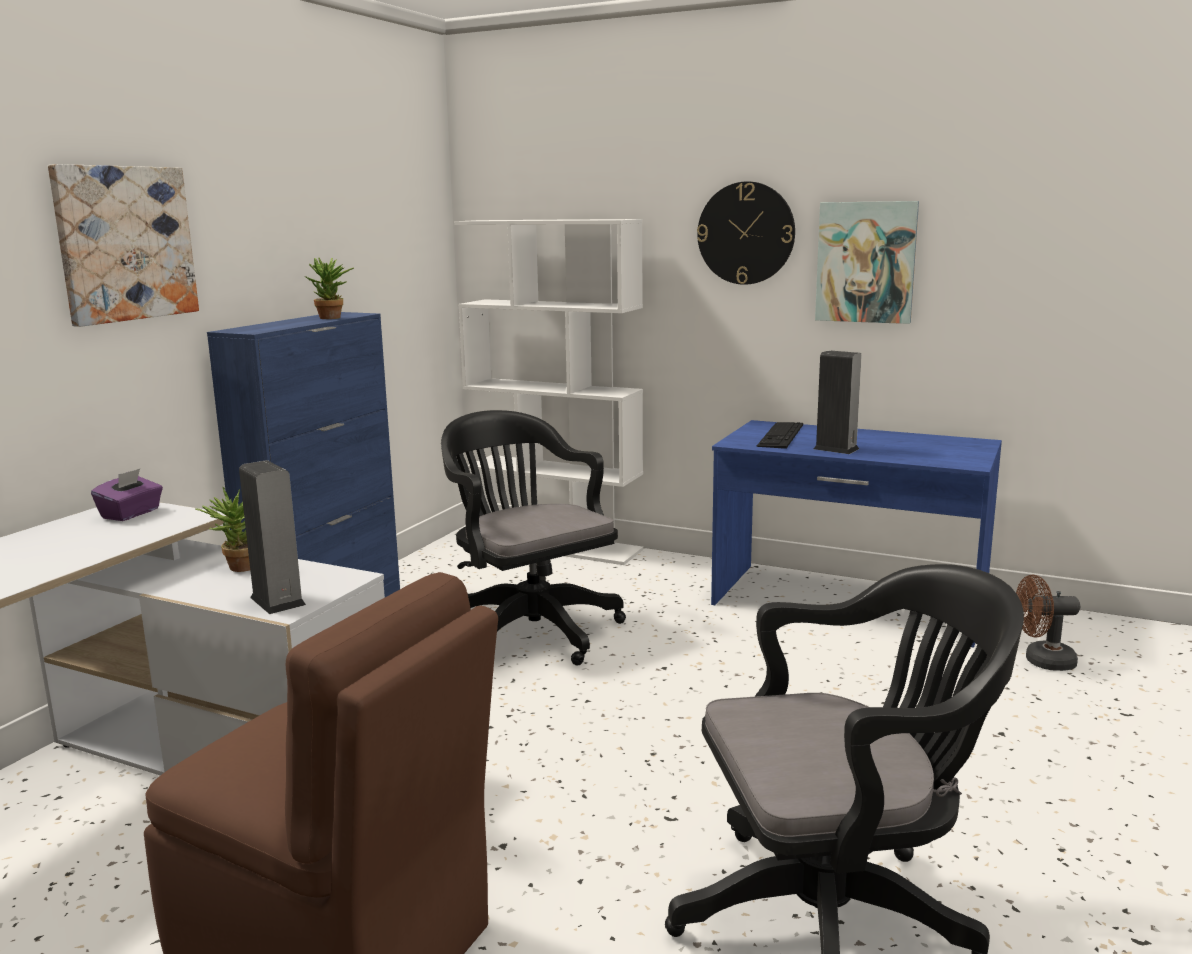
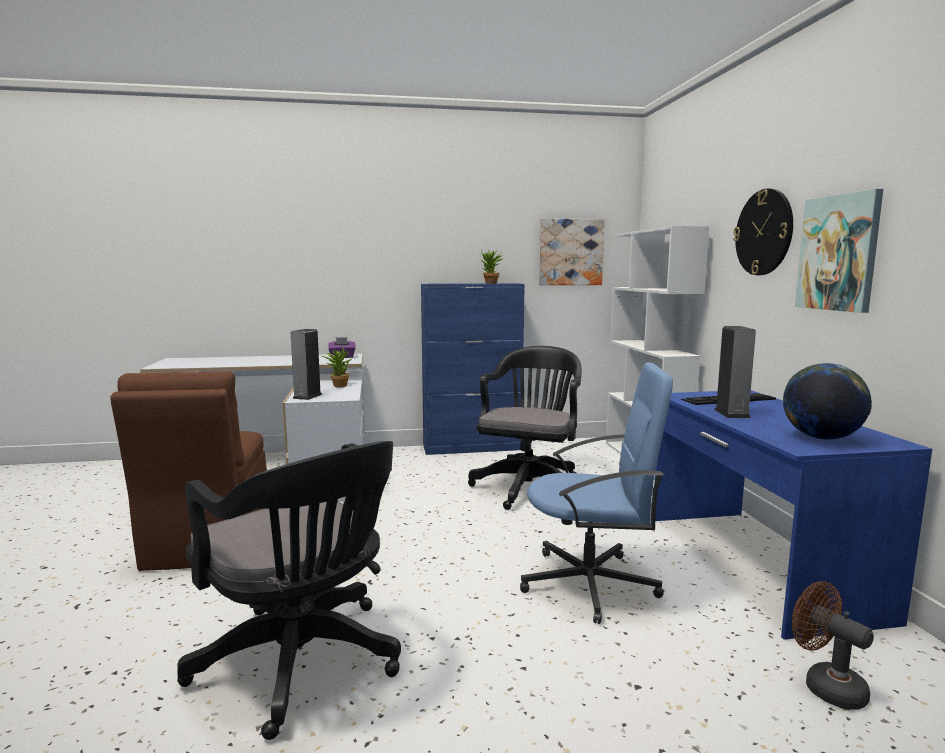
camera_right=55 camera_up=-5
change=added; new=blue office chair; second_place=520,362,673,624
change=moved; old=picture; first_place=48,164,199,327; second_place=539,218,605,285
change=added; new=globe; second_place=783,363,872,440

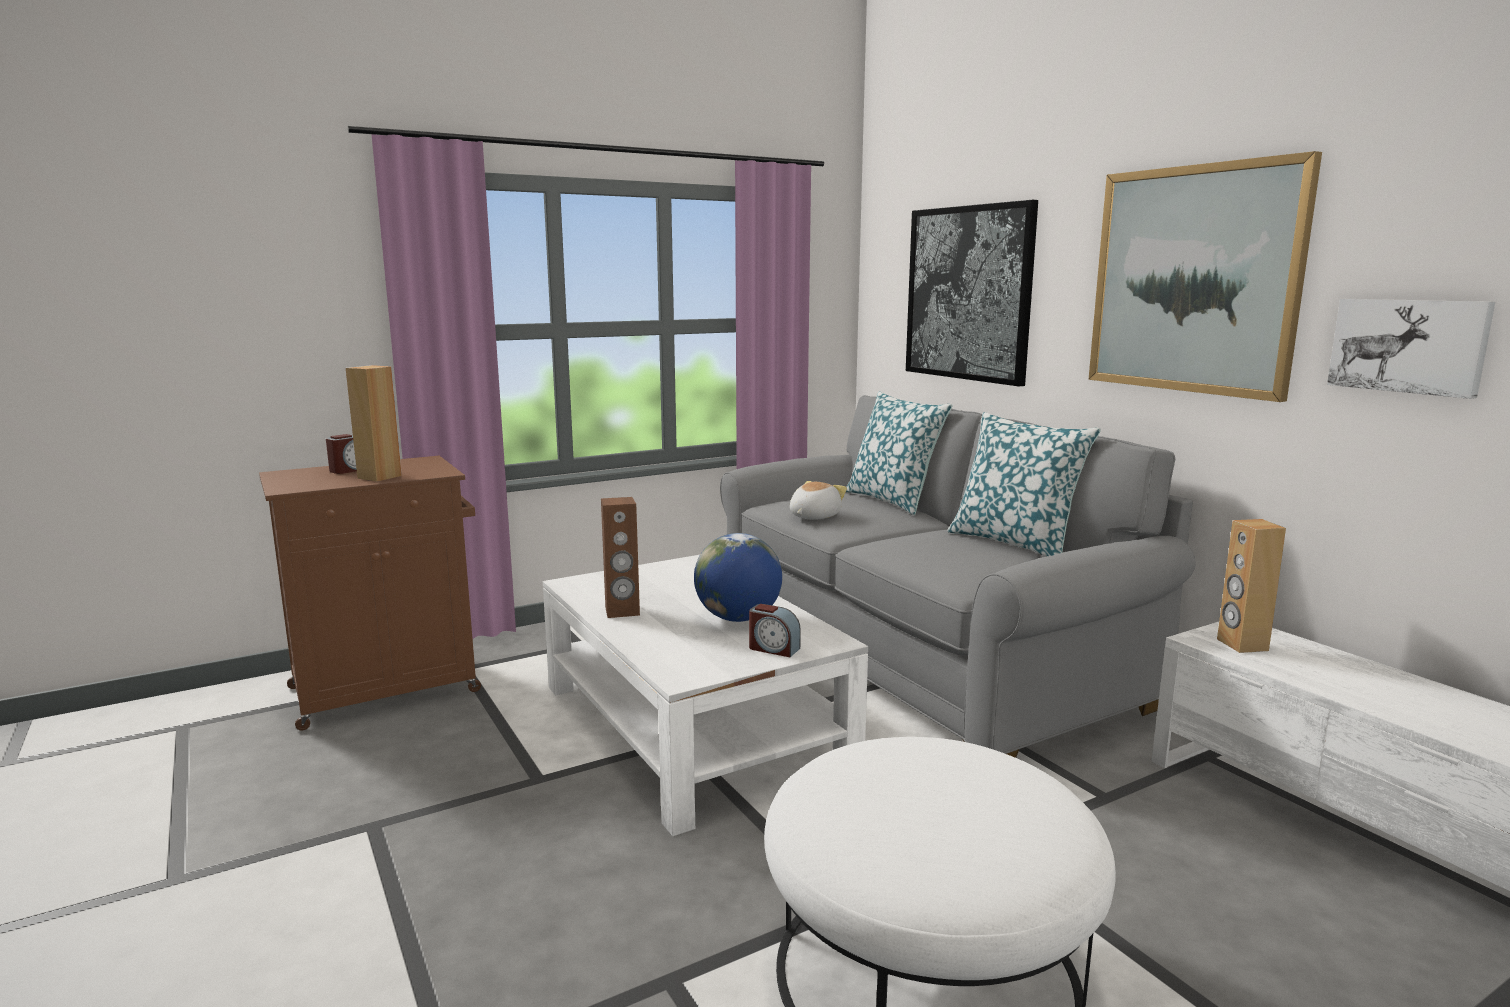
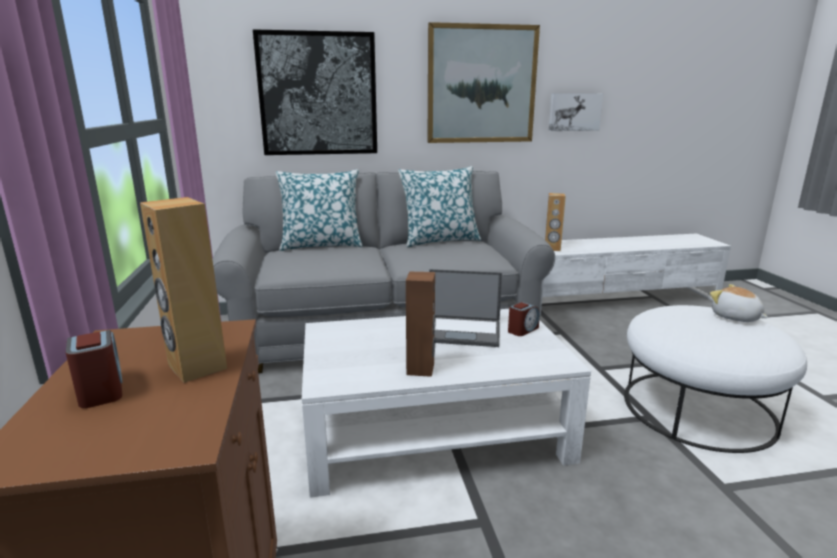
camera_right=-70 camera_up=5
change=replaced; old=globe; new=laptop; first_place=694,533,782,622; second_place=429,269,502,347
change=moved; old=plush toy; first_place=790,481,847,520; second_place=710,284,769,322

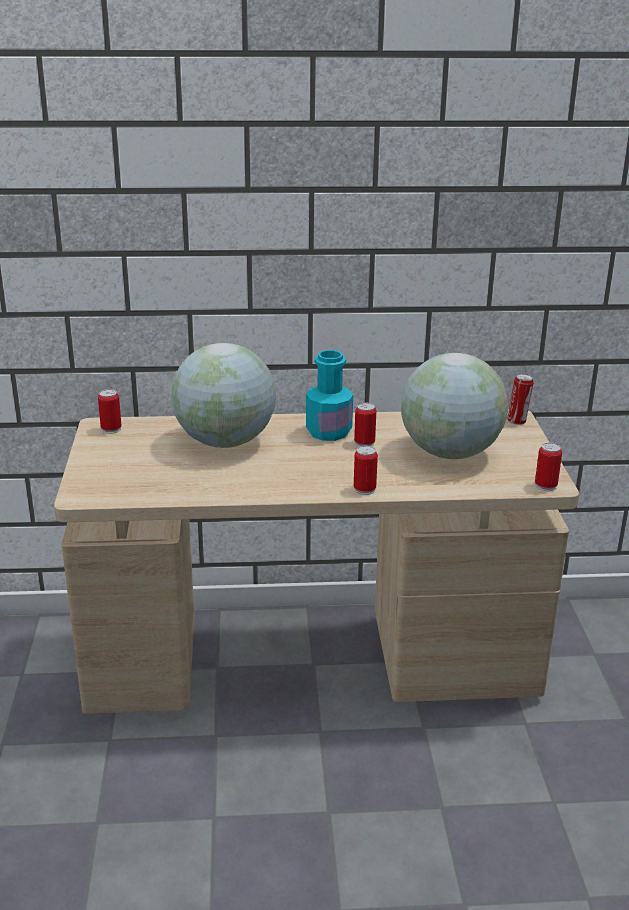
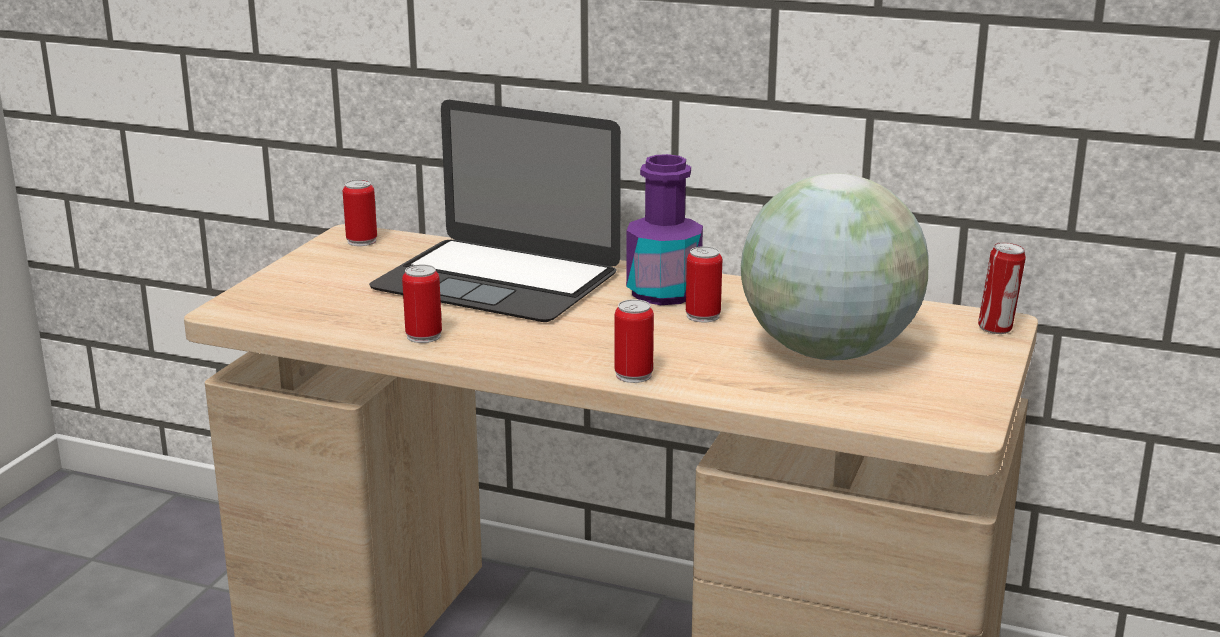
camera_right=25 camera_up=-5
change=replaced; old=globe; new=laptop; first_place=171,343,276,448; second_place=369,100,621,322
change=moved; old=can; first_place=535,443,562,491; second_place=402,264,442,343
change=recoloured; old=turquoise bottle; new=purple bottle; first_place=306,350,353,441; second_place=626,154,703,305

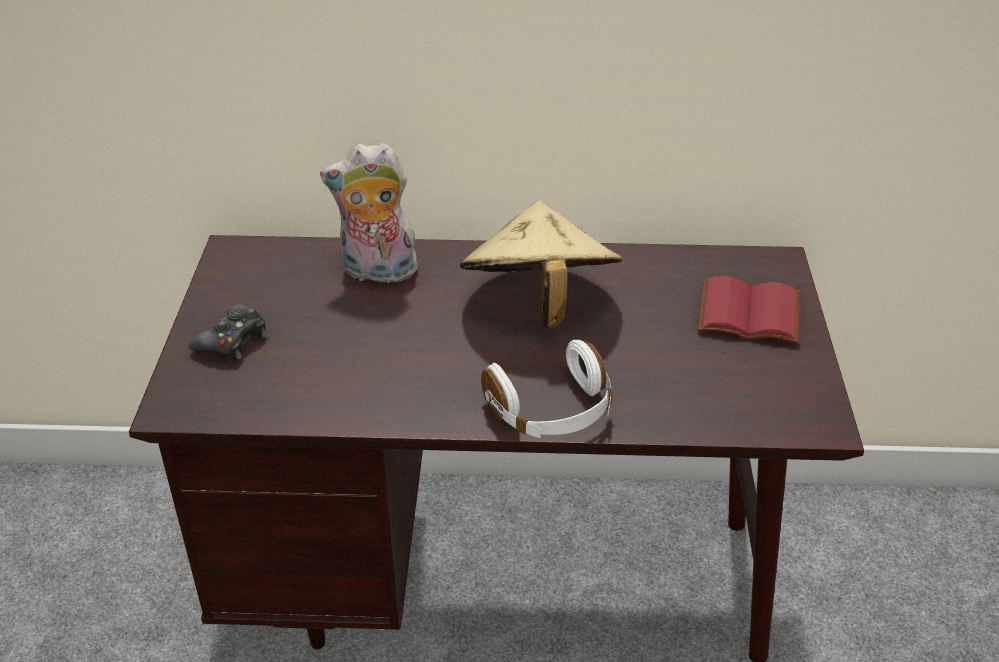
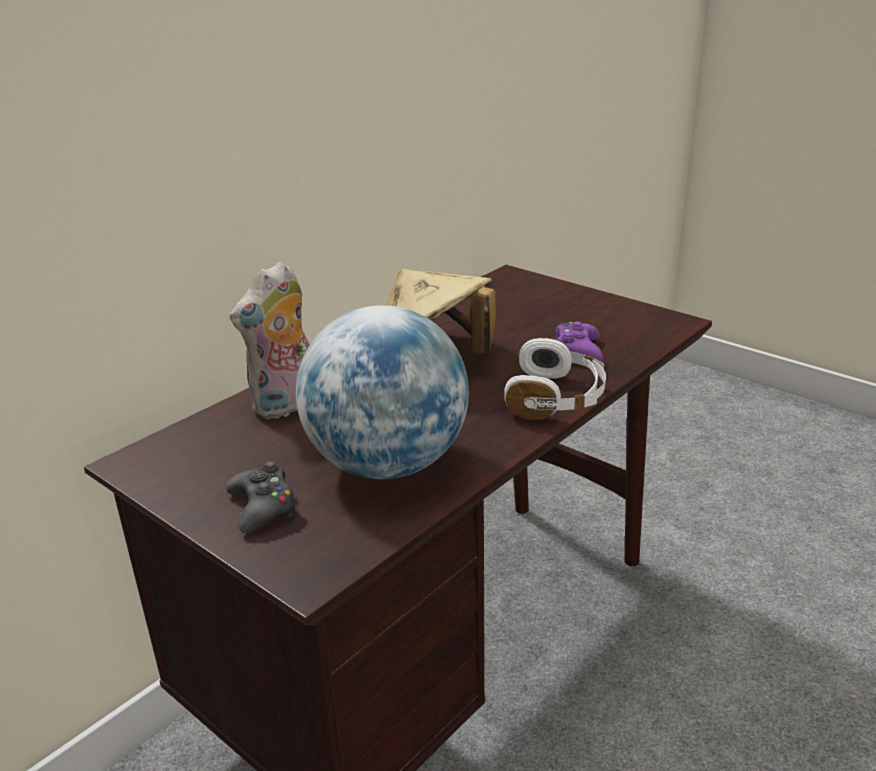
camera_right=-50 camera_up=-10
change=added; new=globe; second_place=296,305,469,479
change=added; new=purple game controller; second_place=555,322,603,362
change=removed; old=red book; first_place=698,276,800,344

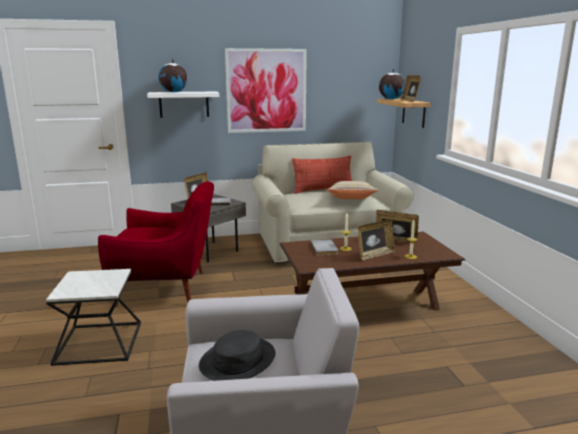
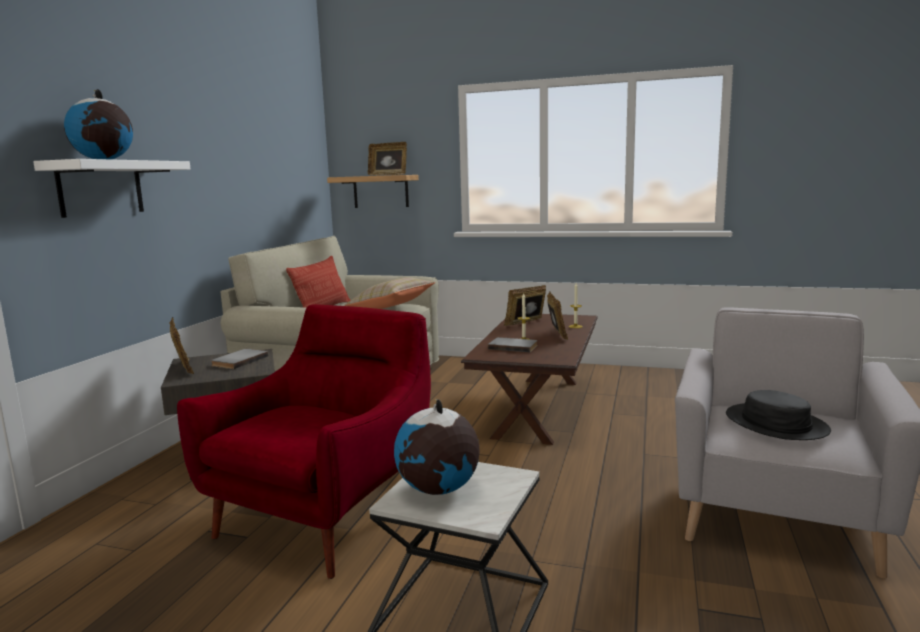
camera_right=-60 camera_up=-5
change=moved; old=globe; first_place=379,69,405,99; second_place=394,399,480,495
change=removed; old=picture; first_place=225,48,307,133

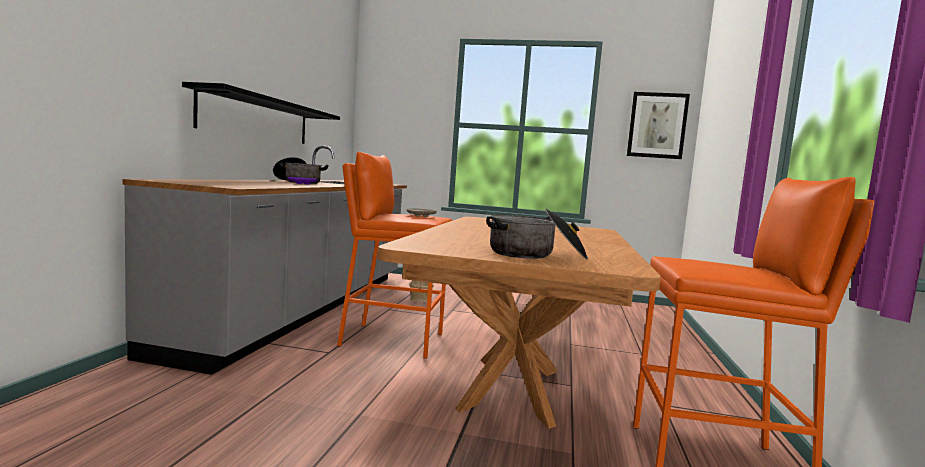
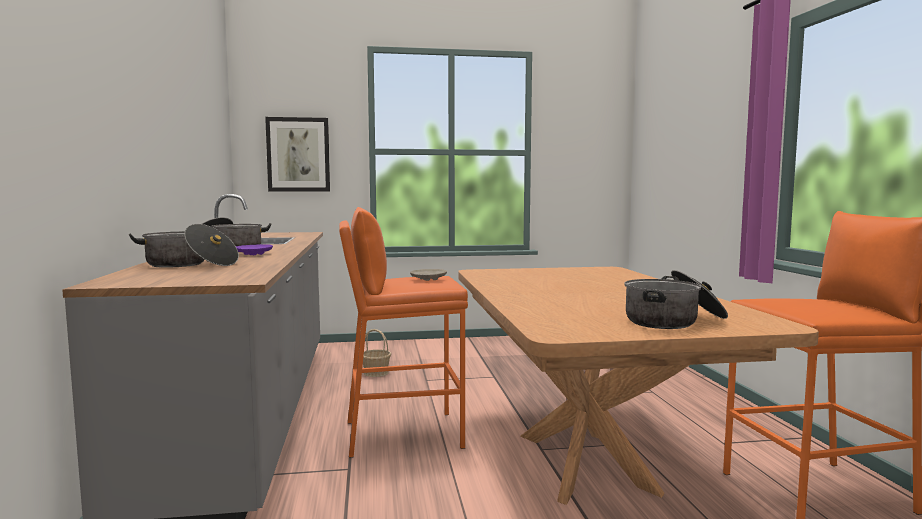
camera_right=-20 camera_up=0
change=added; new=cooking pot; second_place=128,224,239,268
change=moved; old=picture; first_place=627,92,690,159; second_place=265,117,330,192
change=removed; old=black shelf; first_place=182,82,340,144

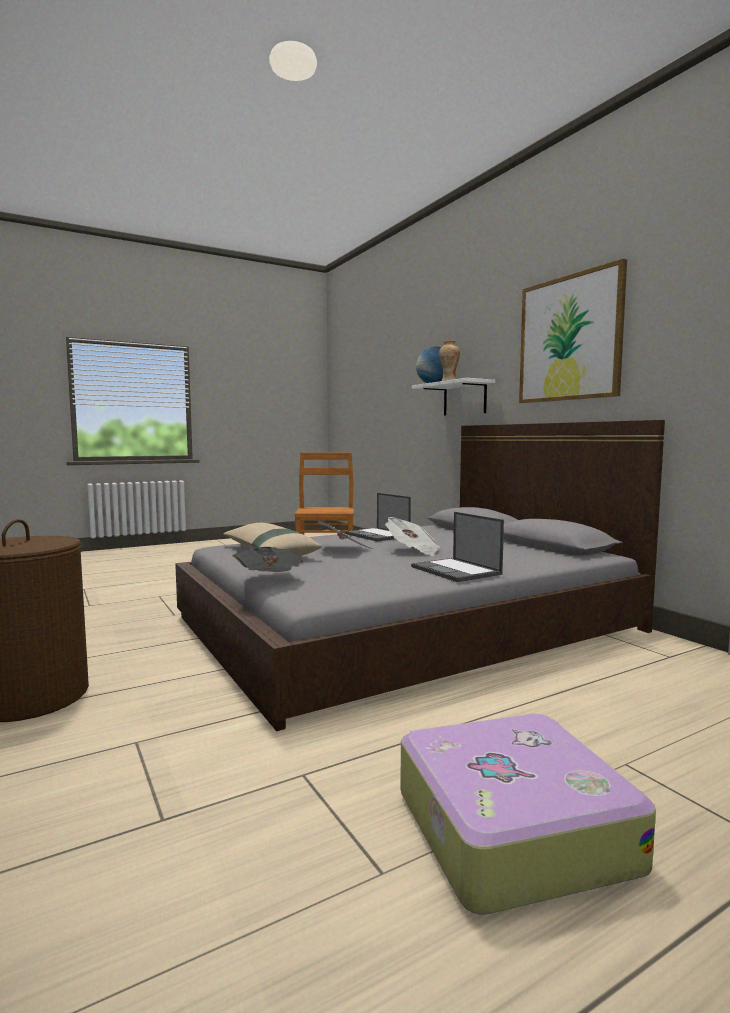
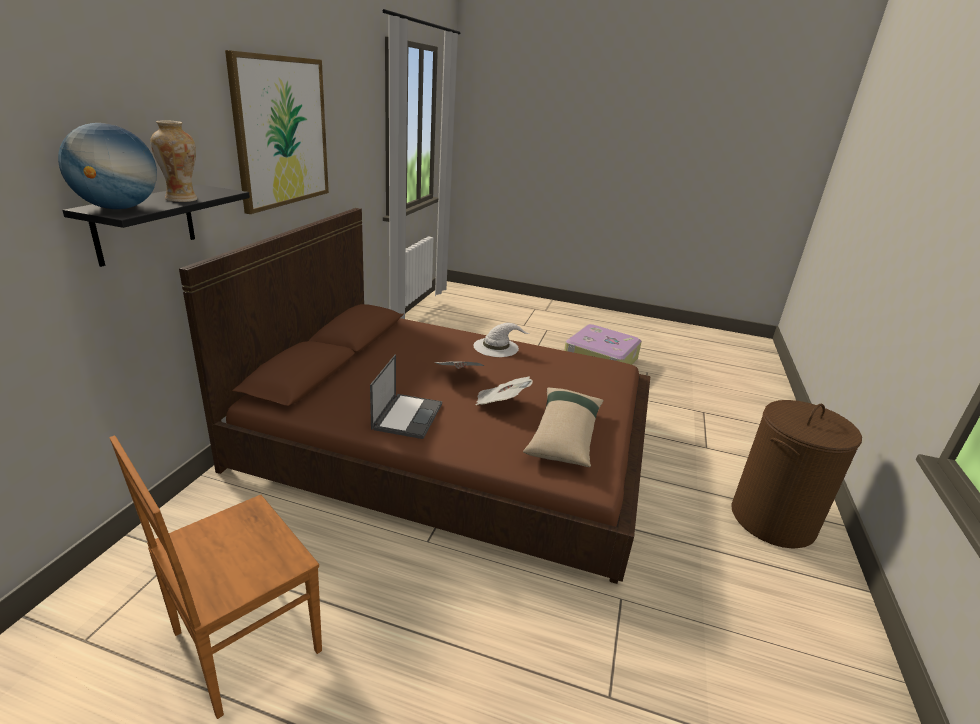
camera_right=-135 camera_up=20
change=recoloured; old=white shelf; new=black shelf; first_place=412,378,495,416; second_place=62,185,250,267
change=recoloured; old=grey bed; new=brown bed; first_place=175,420,665,731; second_place=179,208,651,584
change=replaced; old=laptop; new=white hat; first_place=411,512,504,582; second_place=473,323,530,357
change=removed; old=newspaper; first_place=232,547,303,572

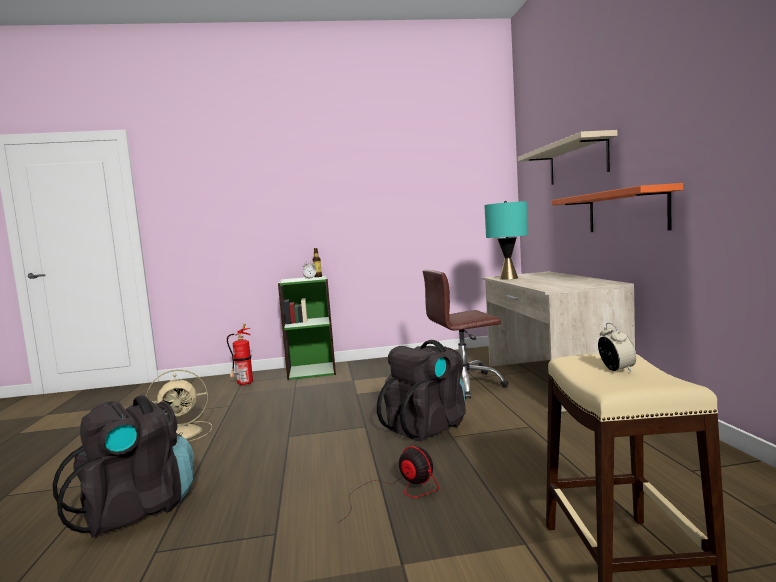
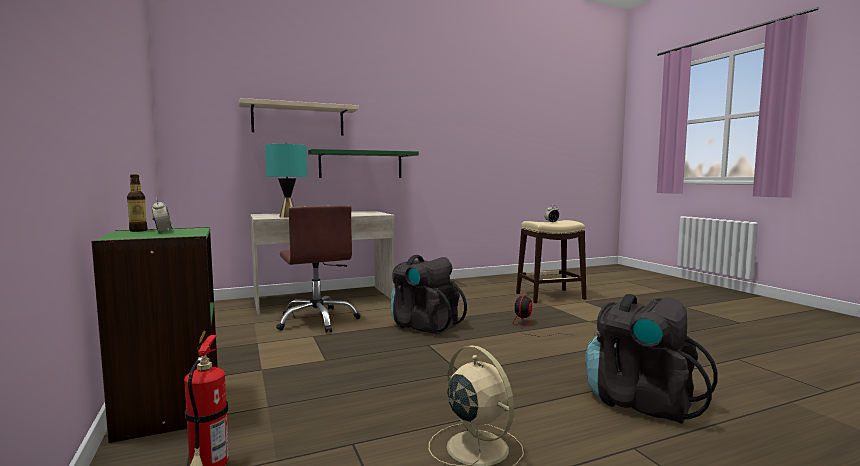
camera_right=-105 camera_up=0
change=recoloured; old=orange shelf; new=green shelf; first_place=552,183,683,232; second_place=308,149,419,178

